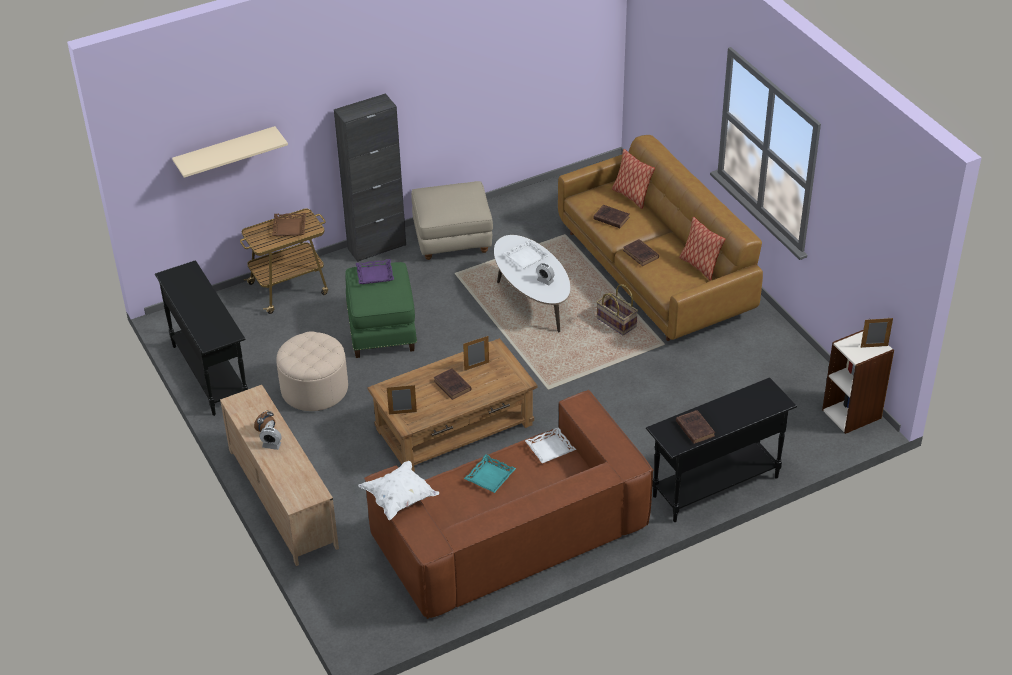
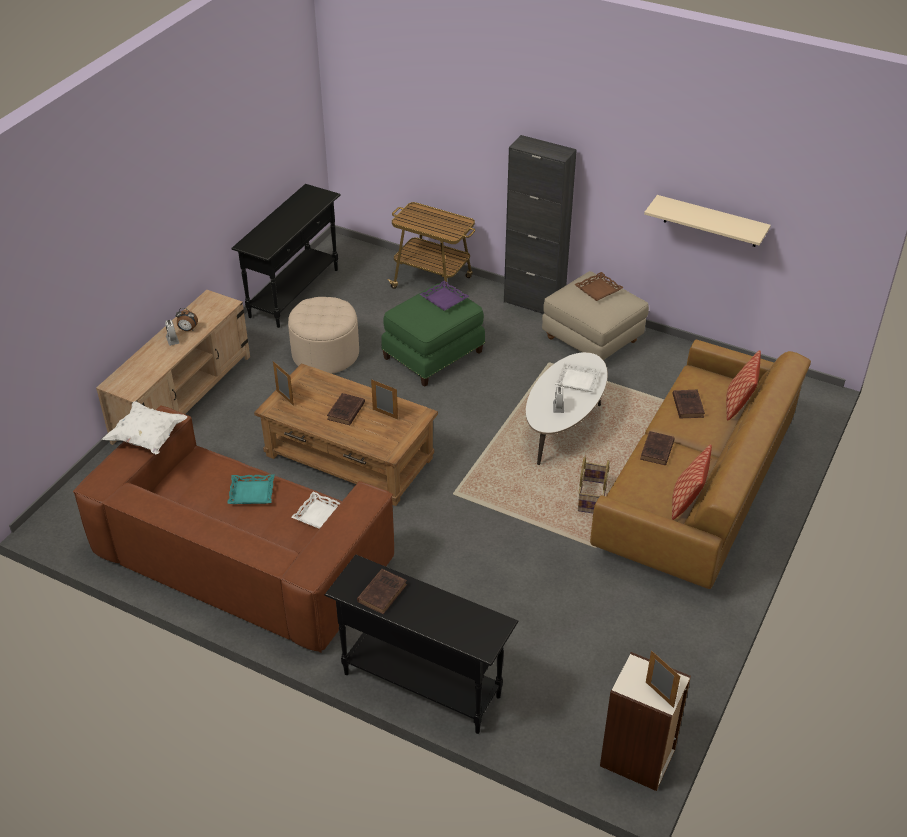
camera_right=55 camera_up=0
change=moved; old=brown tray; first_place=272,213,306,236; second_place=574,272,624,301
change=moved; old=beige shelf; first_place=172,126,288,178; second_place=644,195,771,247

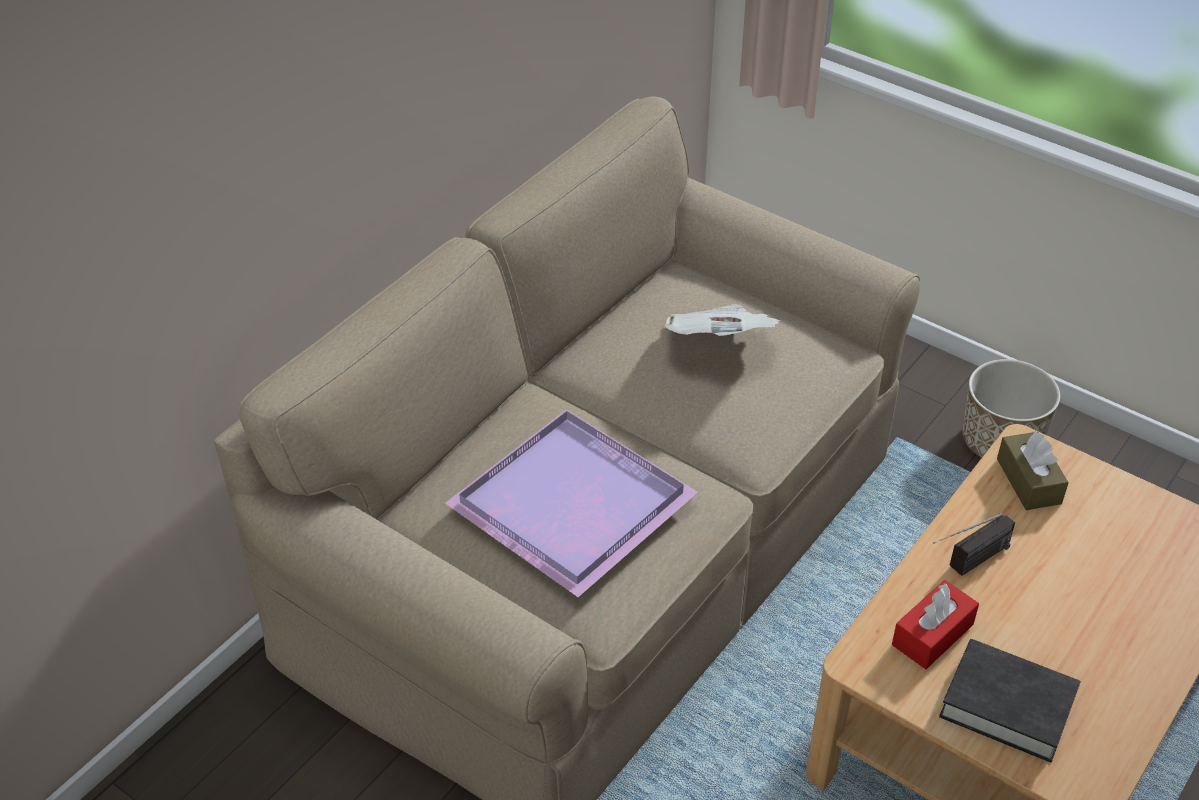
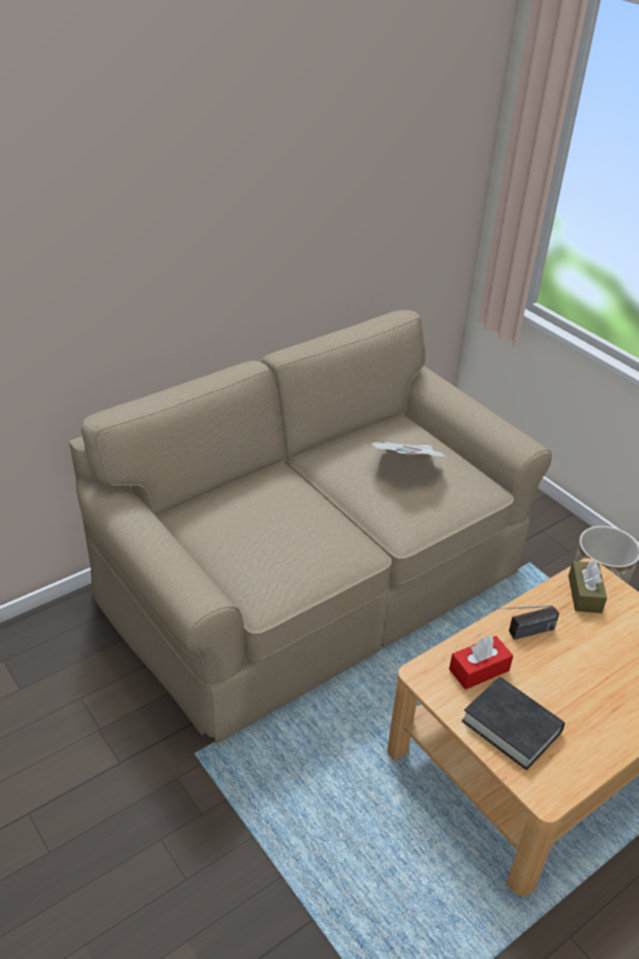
camera_right=15 camera_up=-5
change=removed; old=purple tray; first_place=445,409,698,597

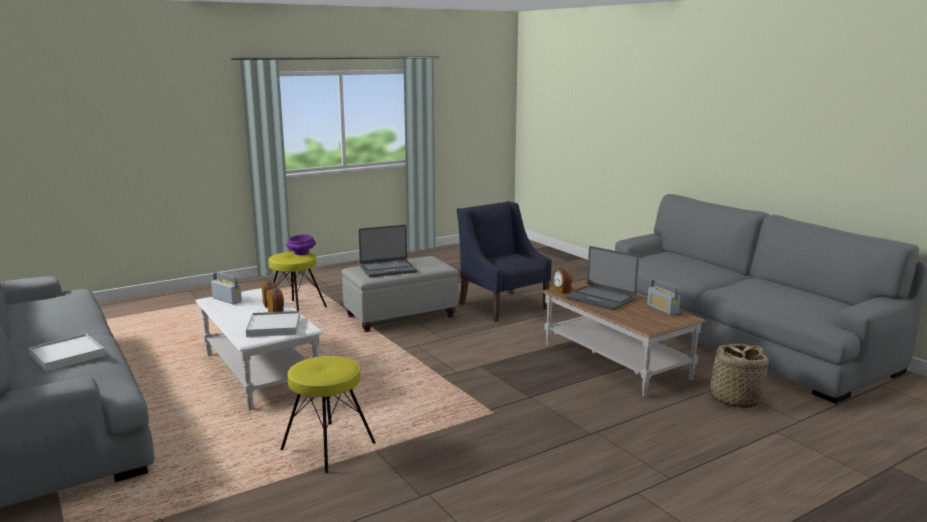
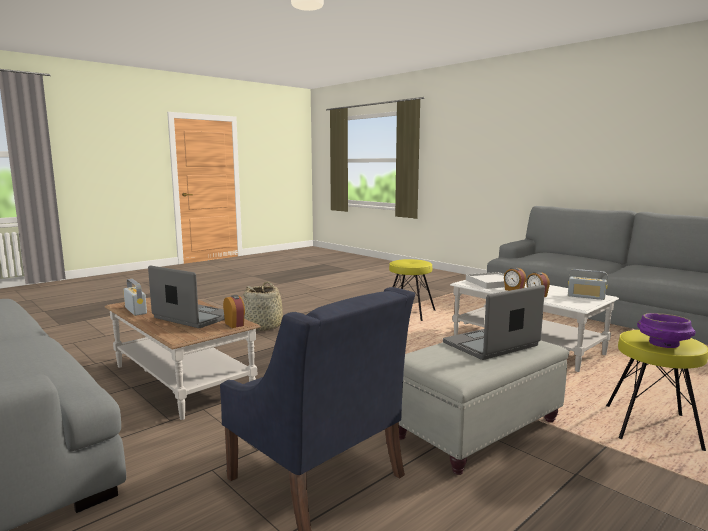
camera_right=170 camera_up=-5
change=moved; old=basket; first_place=699,344,771,408; second_place=241,281,290,331
change=removed; old=white tray; first_place=29,333,105,371

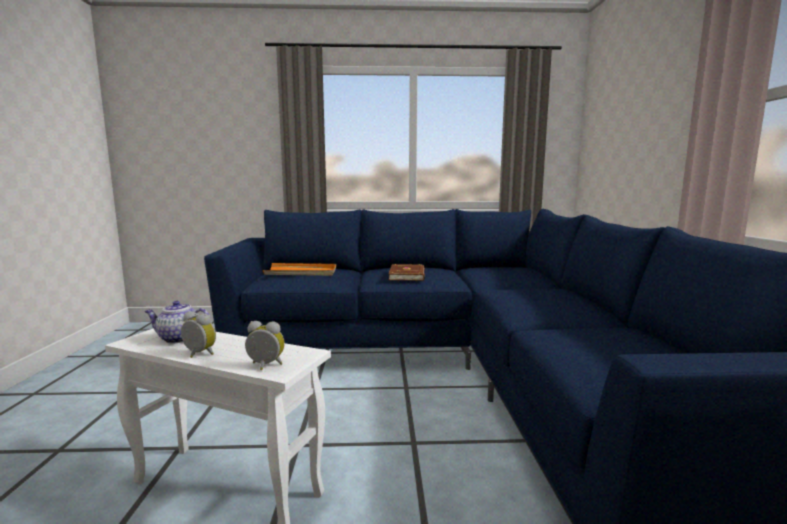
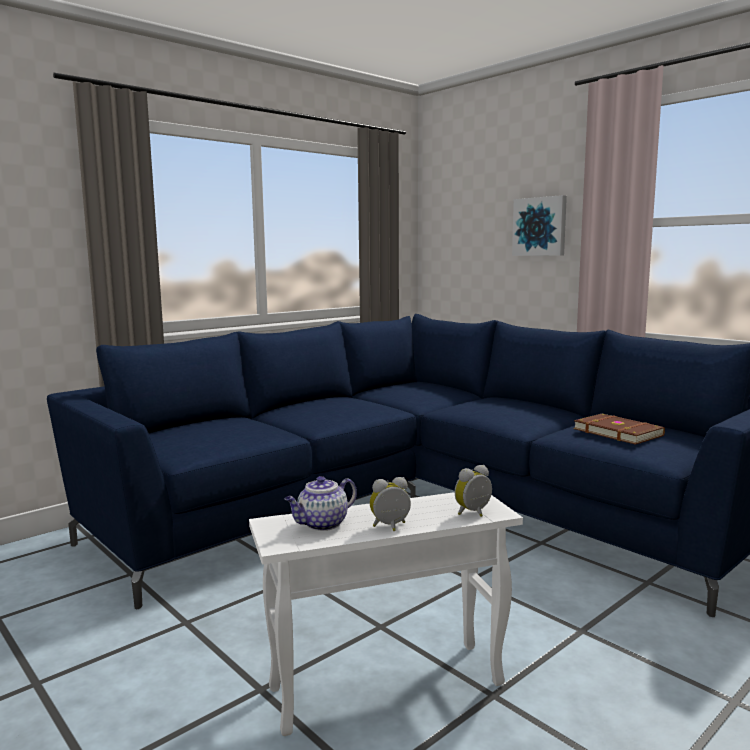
camera_right=-40 camera_up=0
change=added; new=picture; second_place=512,195,567,256
change=moved; old=brown book; first_place=388,264,425,281; second_place=574,414,665,445
change=removed; old=orange tray; first_place=263,263,336,276

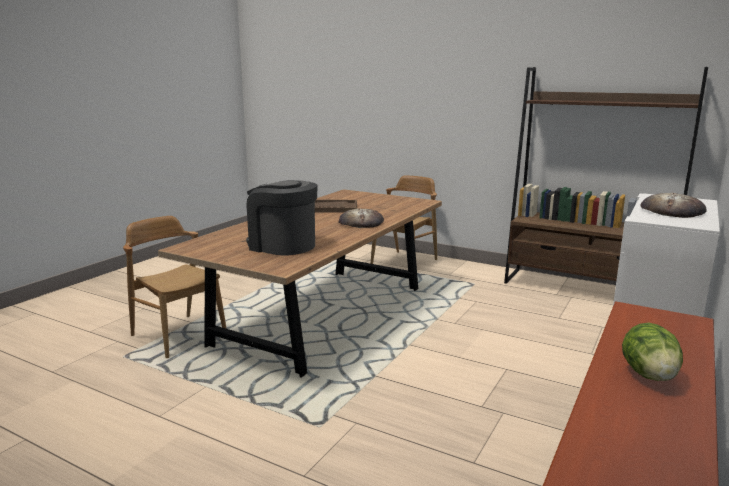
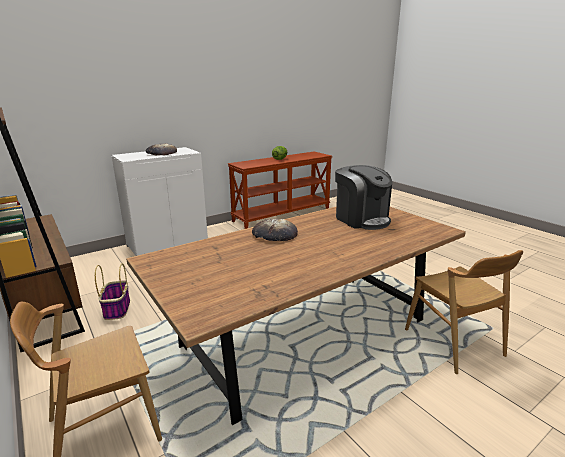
camera_right=-155 camera_up=5
change=added; new=basket; second_place=95,263,130,320
change=removed; old=brown tray; first_place=315,200,357,213

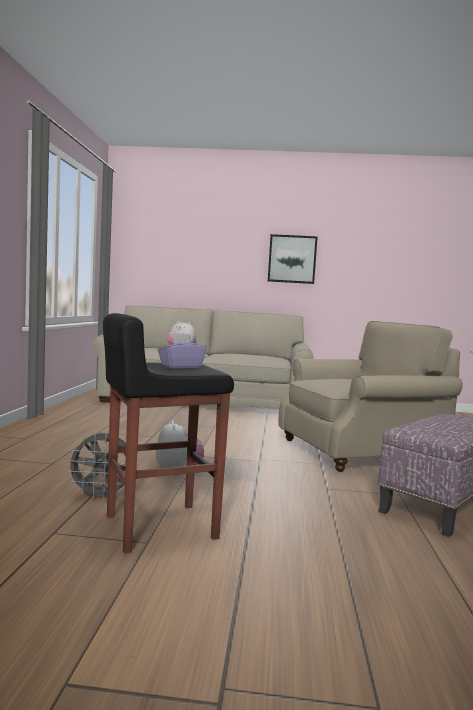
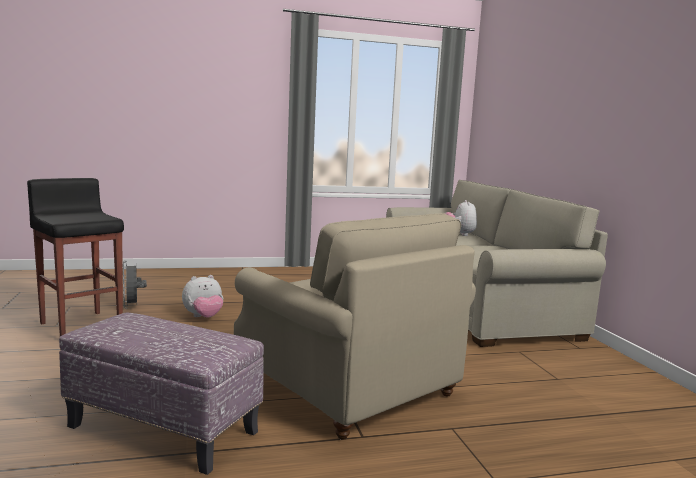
camera_right=70 camera_up=5
change=removed; old=purple tissue box; first_place=158,334,207,369
change=removed; old=picture; first_place=268,234,318,284

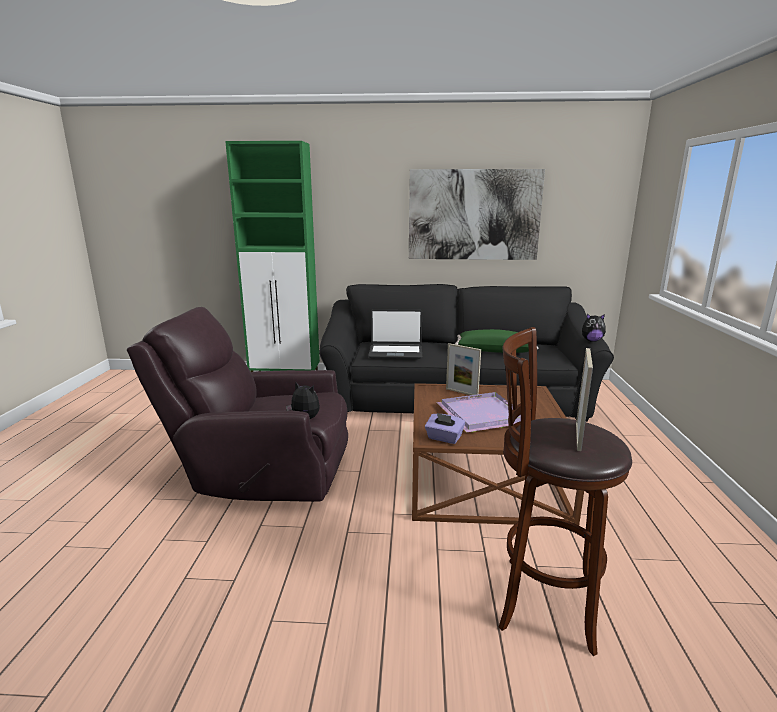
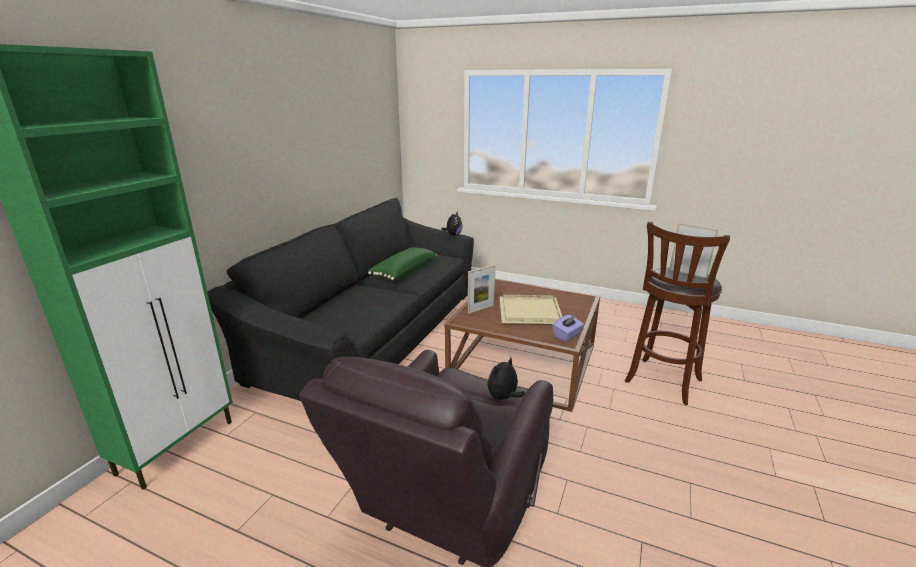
camera_right=-70 camera_up=5
change=recoloured; old=purple tray; new=beige tray; first_place=436,392,521,433; second_place=500,295,562,325
change=removed; old=laptop; first_place=368,309,422,359
change=removed; old=picture; first_place=409,169,545,260

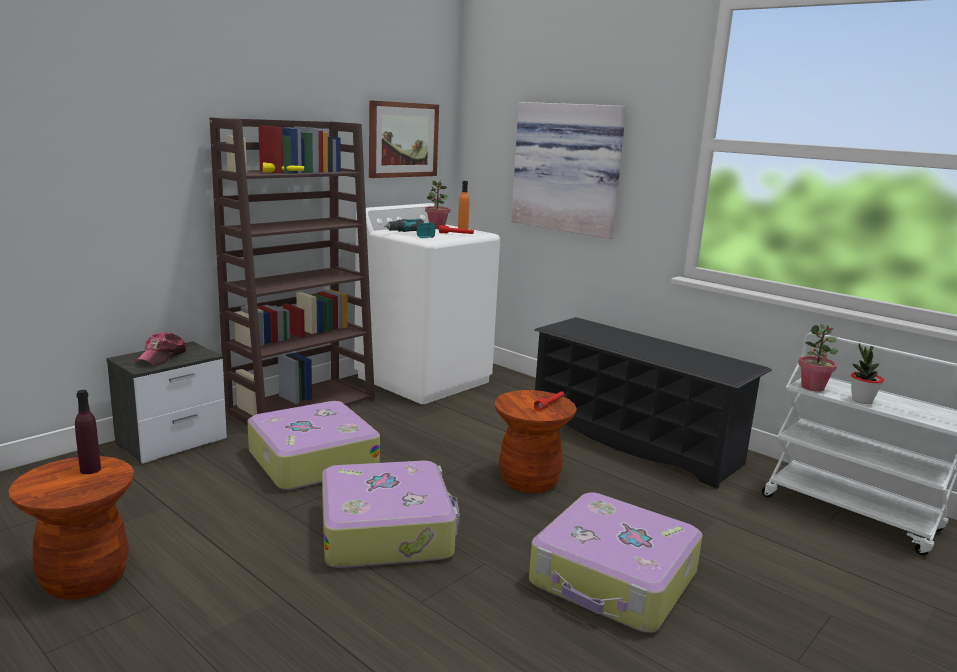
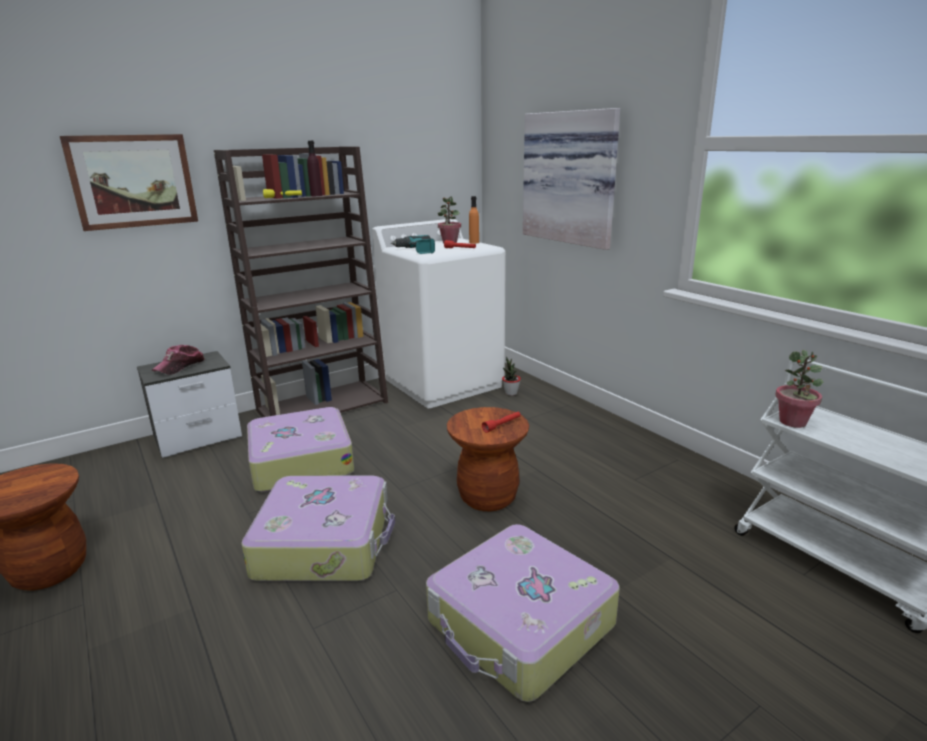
camera_right=15 camera_up=5
change=moved; old=picture; first_place=369,100,439,178; second_place=60,134,198,231
change=moved; old=purple bottle; first_place=75,390,101,474; second_place=307,141,322,196
change=moved; old=potted plant; first_place=851,343,884,404; second_place=502,357,521,396
change=removed; old=black shoe rack; first_place=534,317,772,489

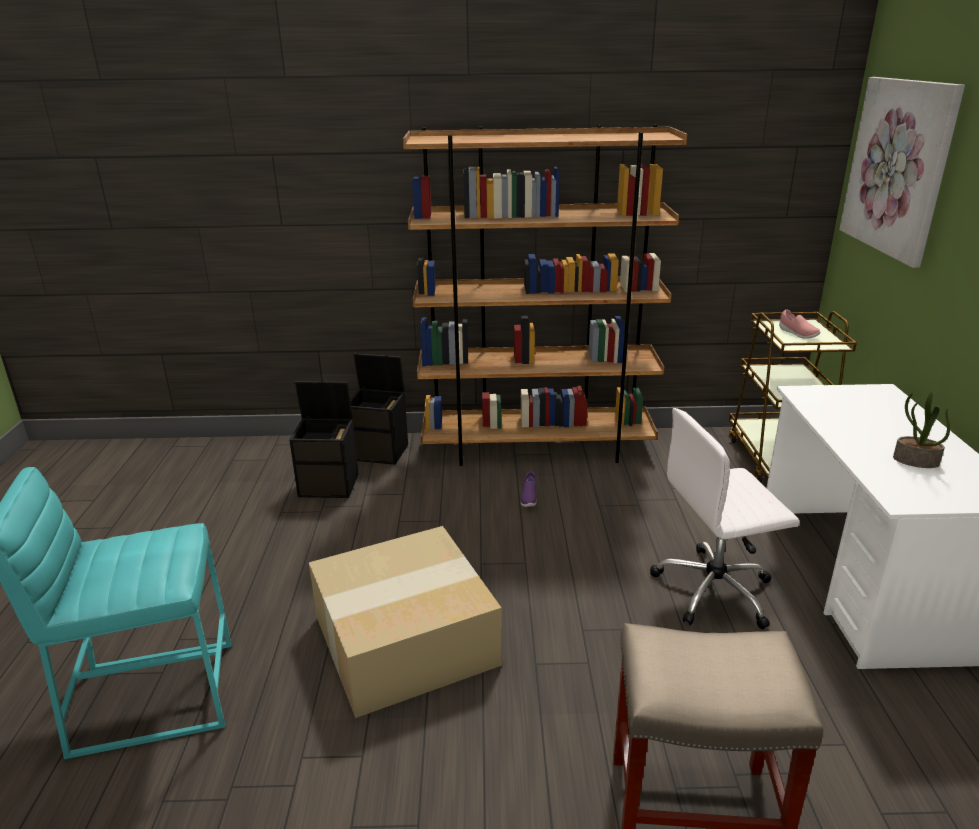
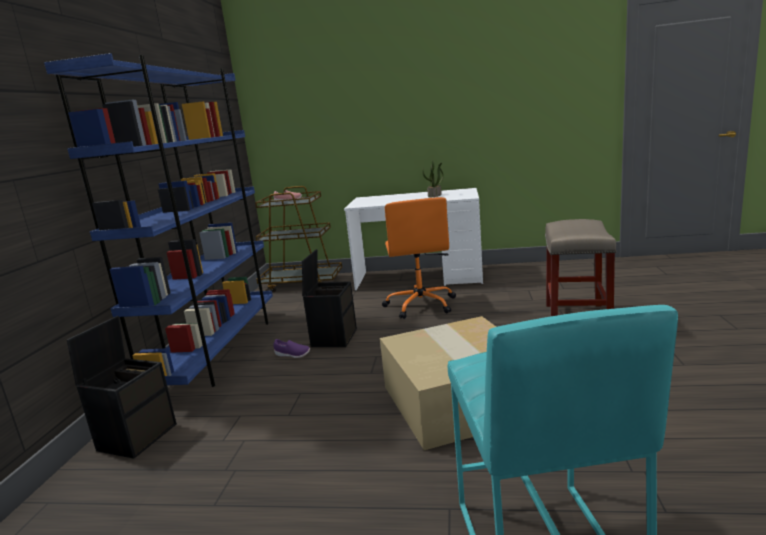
camera_right=-80 camera_up=-10
change=recoloured; old=brown bookcase; new=blue bookcase; first_place=403,124,687,466; second_place=44,53,273,387
change=moved; old=black storage box; first_place=289,381,359,498; second_place=302,249,357,347
change=recoloured; old=white office chair; new=orange office chair; first_place=650,408,800,630; second_place=382,197,456,319
change=removed; old=picture; first_place=839,77,965,268

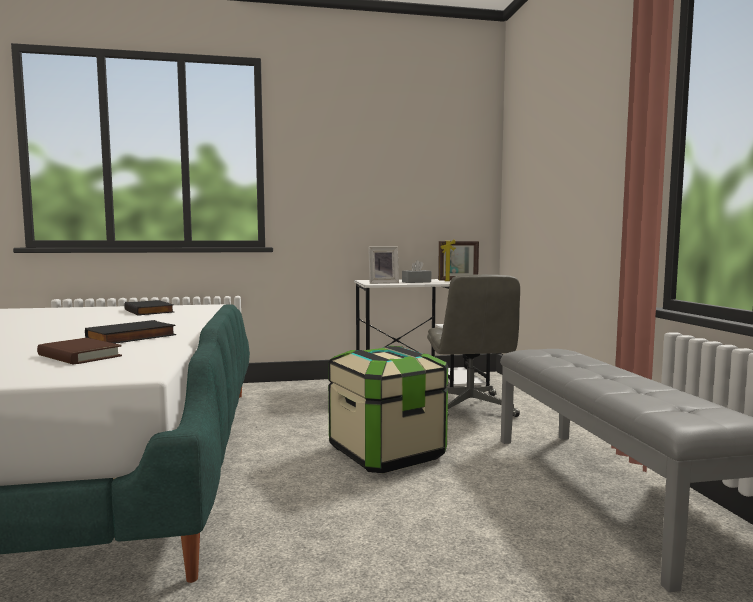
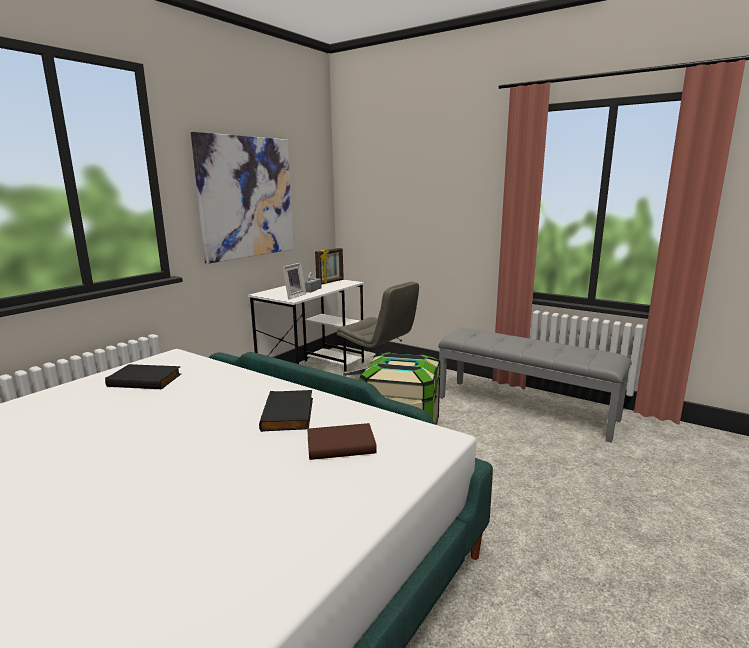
camera_right=-45 camera_up=10
change=added; new=picture; second_place=191,132,294,264

